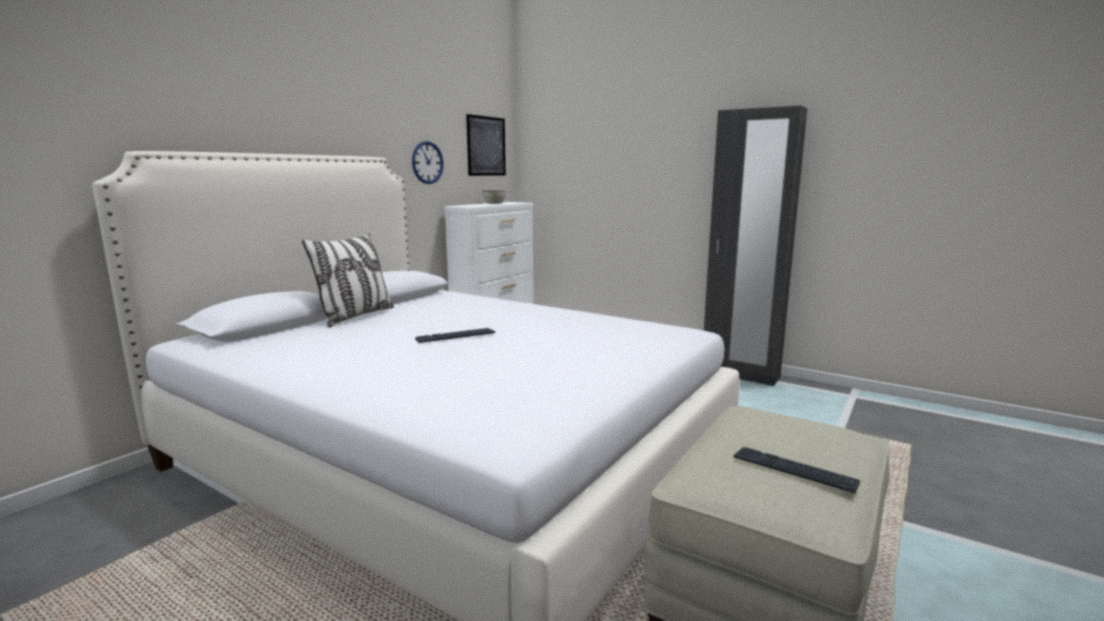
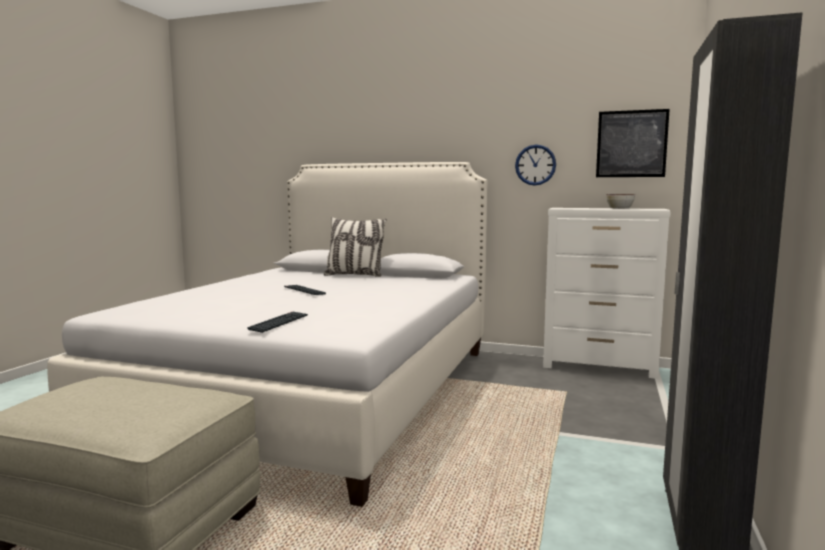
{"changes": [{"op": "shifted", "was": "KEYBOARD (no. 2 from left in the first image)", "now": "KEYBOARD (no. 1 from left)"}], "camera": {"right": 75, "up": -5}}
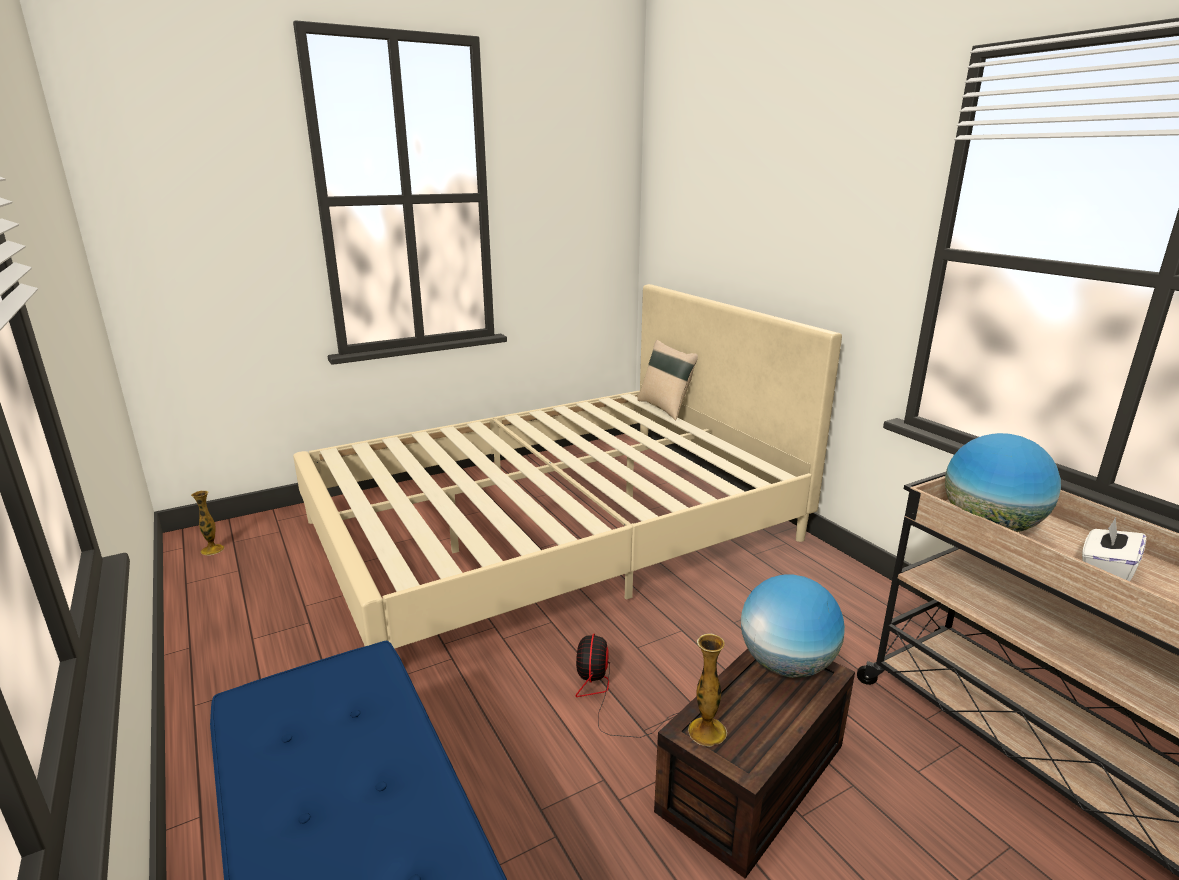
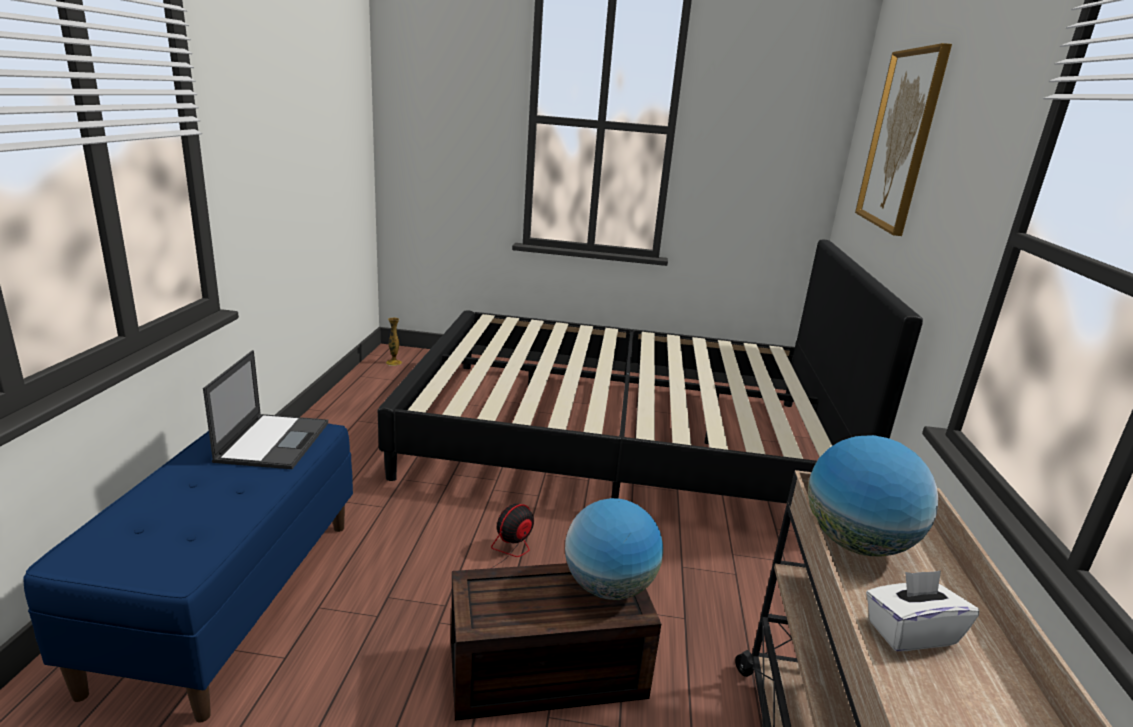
{"changes": [{"op": "repainted", "was": "SAND-COLOURED BED", "now": "BLACKISH BED"}, {"op": "gone", "was": "SAND-COLOURED PILLOW"}, {"op": "gone", "was": "DECORATIVE VASE (no. 2 from left)"}, {"op": "new", "now": "NOTEBOOK COMPUTER"}, {"op": "new", "now": "WALL PICTURE"}], "camera": {"right": 35, "up": 0}}
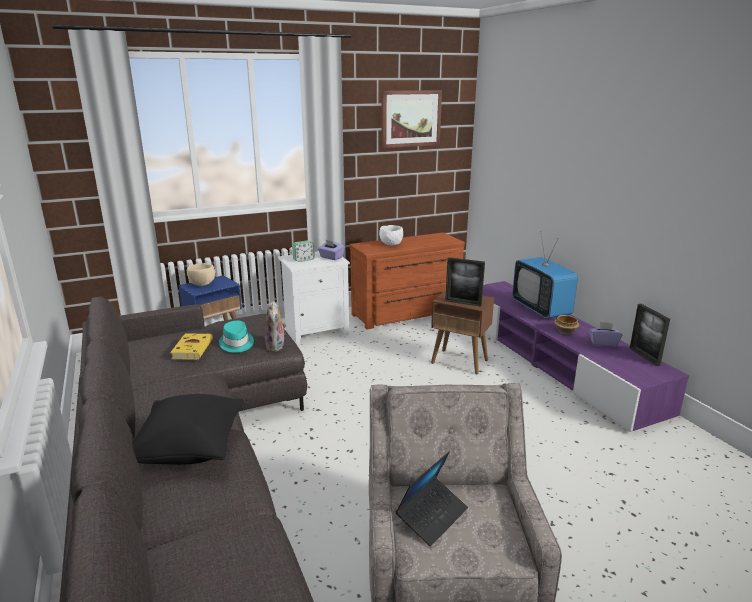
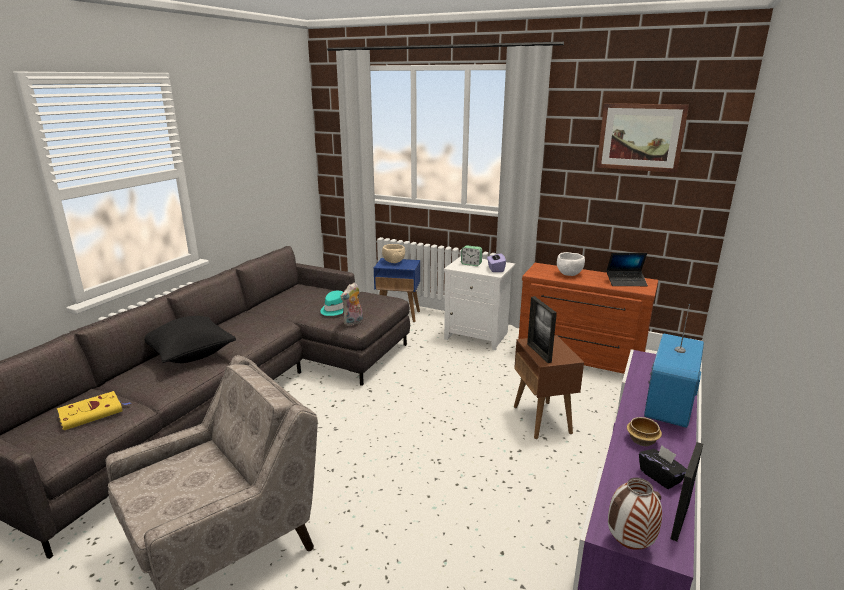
{"changes": [{"op": "shifted", "was": "YELLOW VOLUME"}, {"op": "shifted", "was": "NOTEBOOK COMPUTER"}, {"op": "repainted", "was": "PURPLISH BOX OF TISSUES (no. 2 from left)", "now": "BLACKISH BOX OF TISSUES"}, {"op": "new", "now": "DECORATIVE VASE"}], "camera": {"right": 50, "up": 0}}
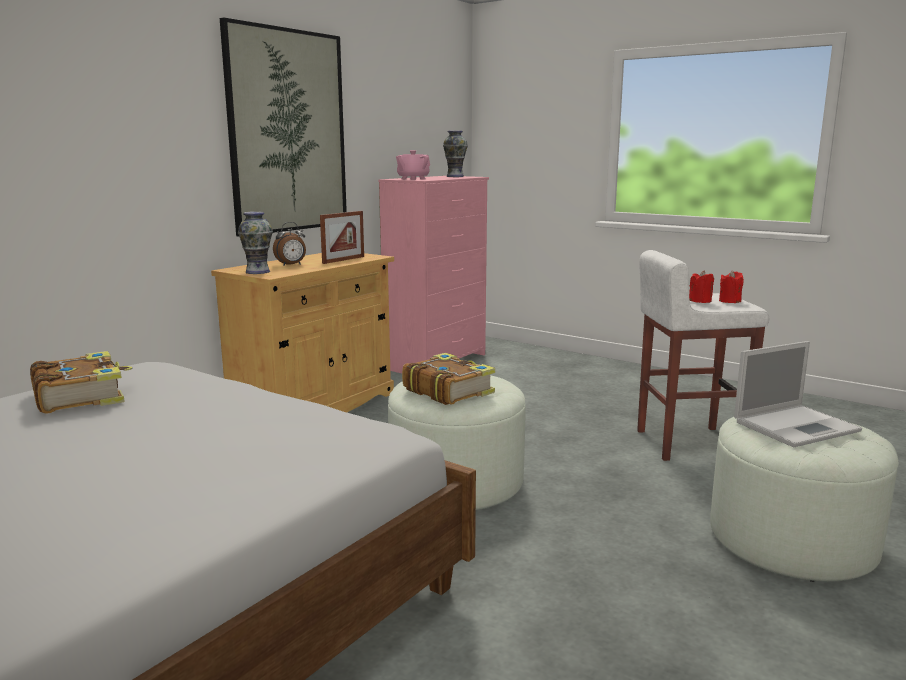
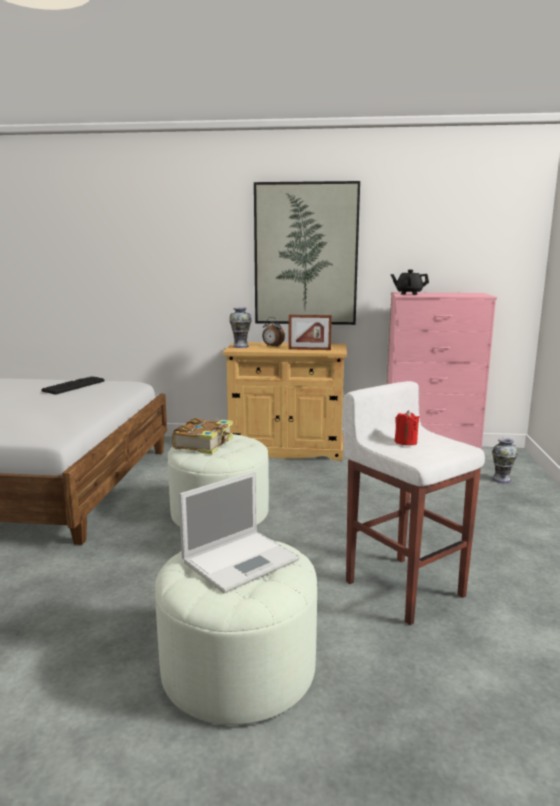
{"changes": [{"op": "swapped", "was": "VOLUME (no. 1 from left)", "now": "KEYBOARD"}, {"op": "repainted", "was": "PINK POT FOR TEA", "now": "BLACKISH POT FOR TEA"}, {"op": "shifted", "was": "DECORATIVE VASE (no. 2 from left)"}, {"op": "gone", "was": "REDDISH CANDLE (no. 2 from left)"}, {"op": "rotated", "was": "NOTEBOOK COMPUTER", "clockwise": -75}], "camera": {"right": 60, "up": 0}}
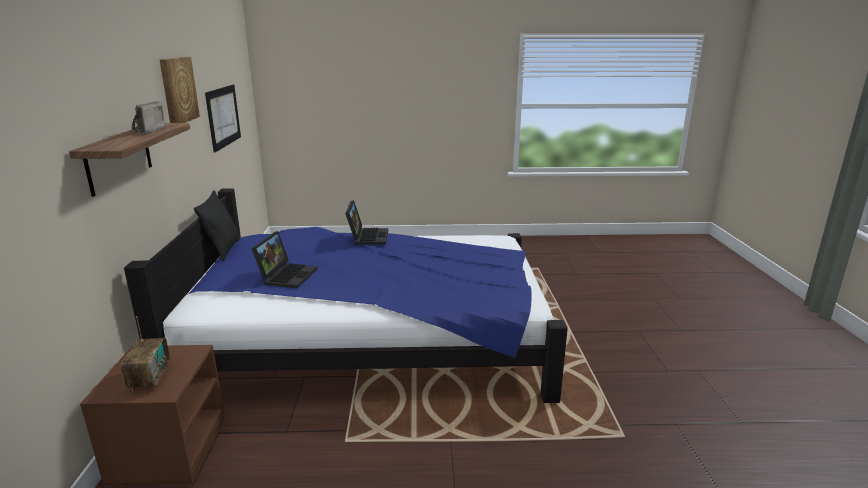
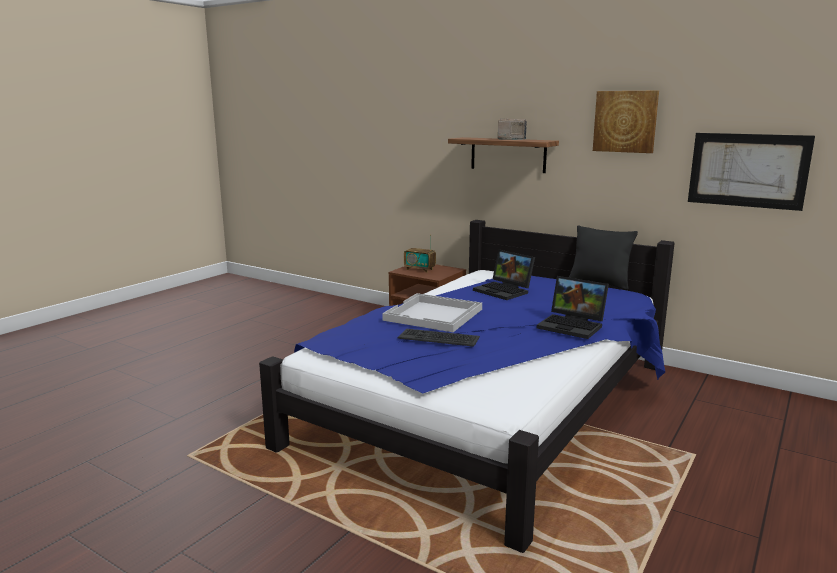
{"changes": [{"op": "new", "now": "WHITISH SERVING TRAY"}, {"op": "new", "now": "KEYBOARD"}], "camera": {"right": 125, "up": -5}}
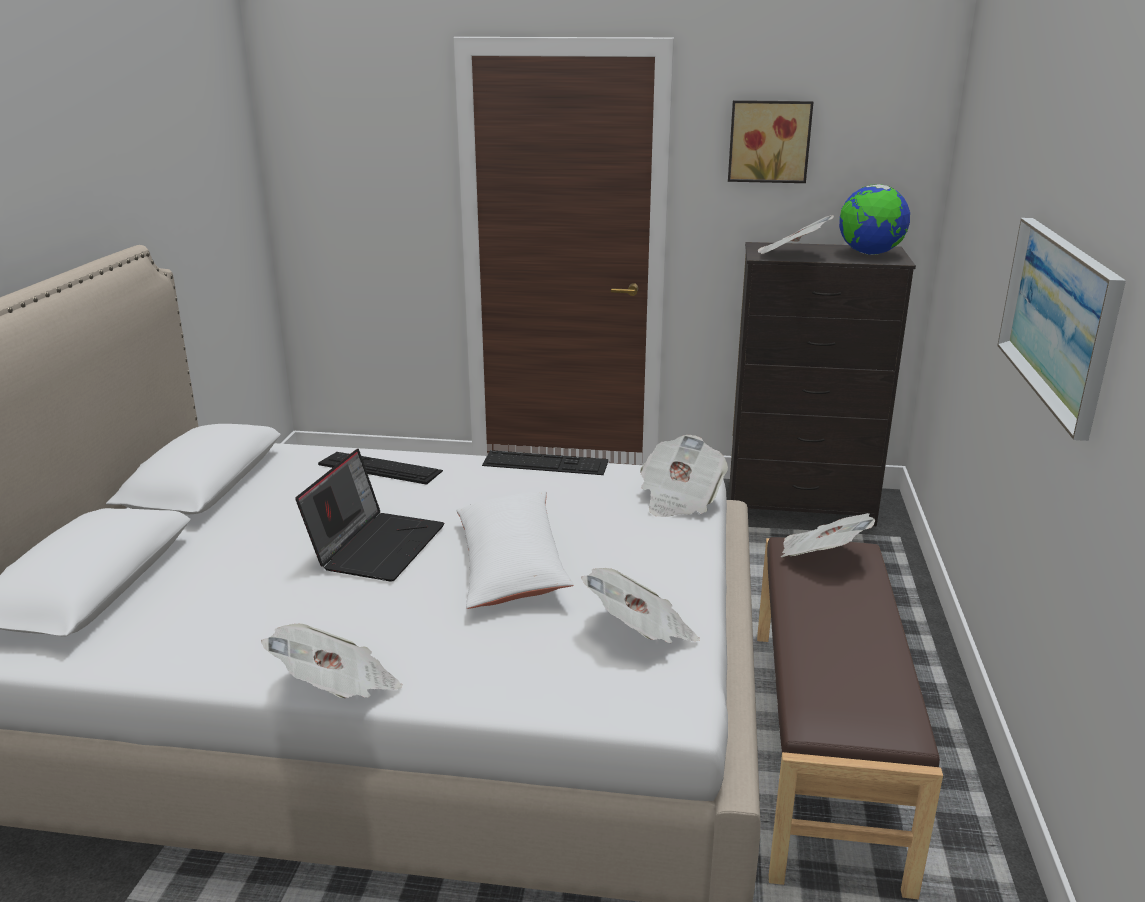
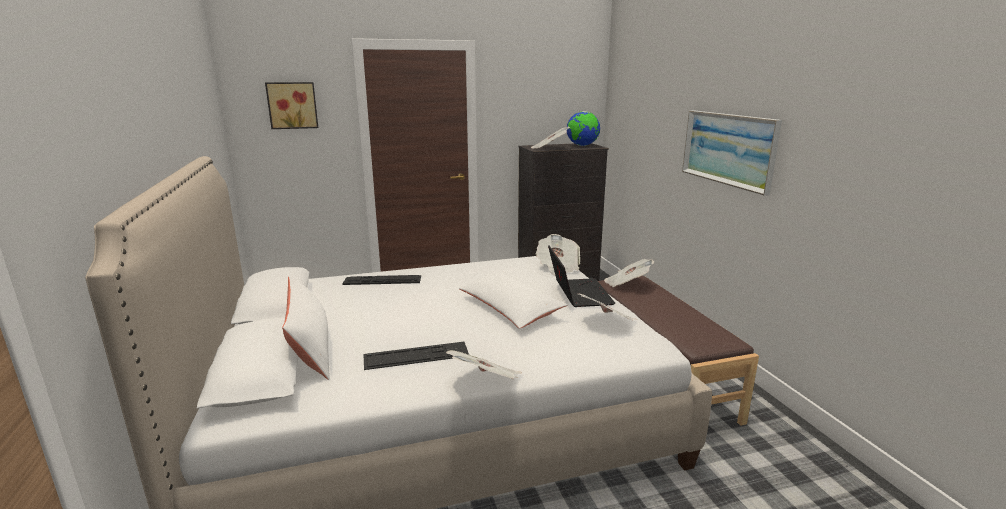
{"changes": [{"op": "shifted", "was": "NOTEBOOK COMPUTER"}, {"op": "shifted", "was": "KEYBOARD (no. 2 from left)"}, {"op": "shifted", "was": "WALL PICTURE (no. 1 from left)"}, {"op": "new", "now": "WHITISH PILLOW (no. 1 from left)"}], "camera": {"right": -25, "up": -5}}
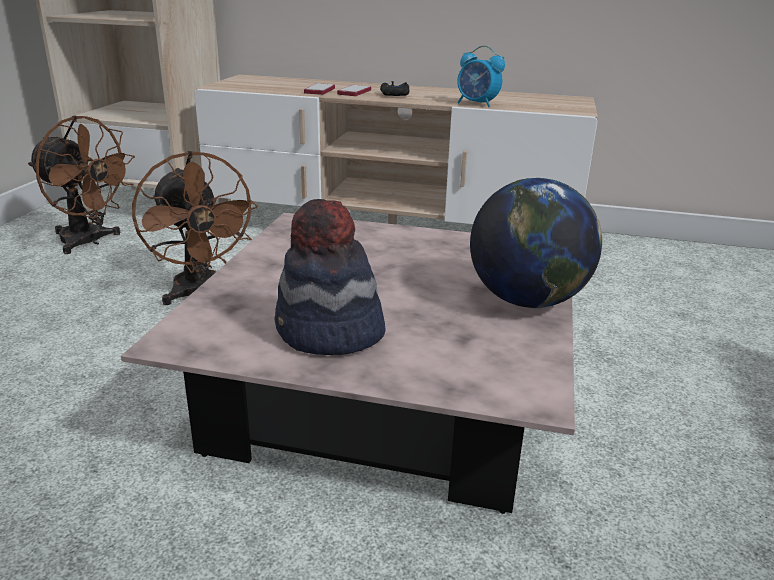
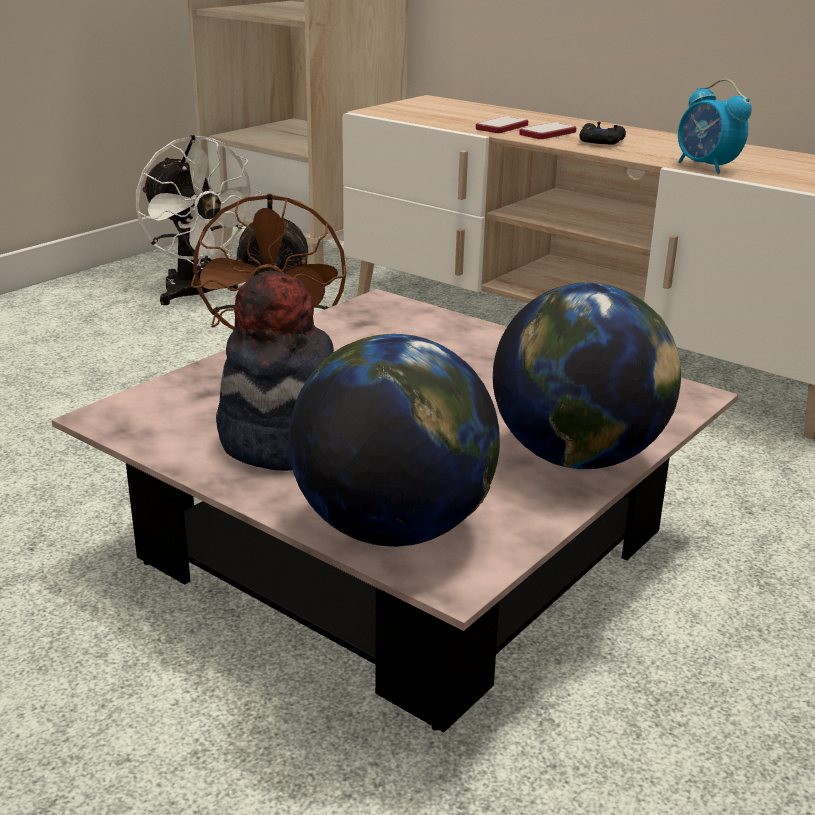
{"changes": [{"op": "repainted", "was": "BROWNISH FAN (no. 1 from left)", "now": "WHITISH FAN"}, {"op": "new", "now": "WORLD GLOBE (no. 1 from left)"}], "camera": {"right": 25, "up": 0}}
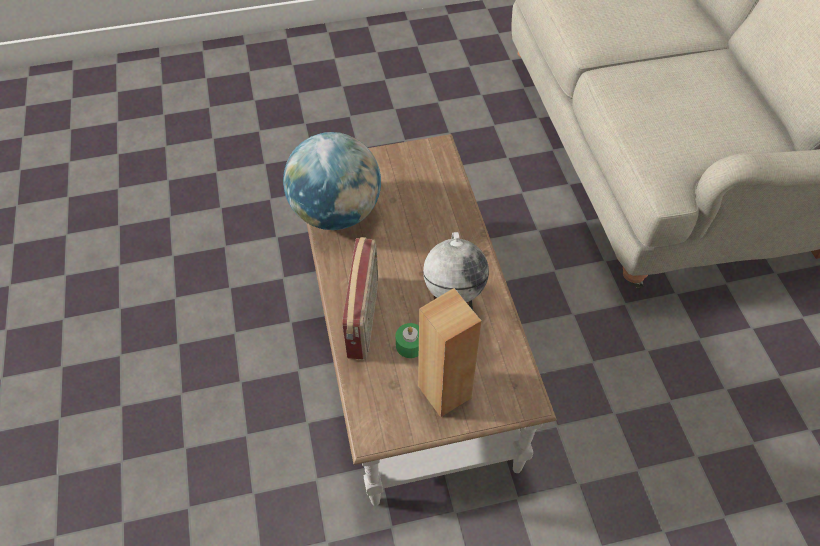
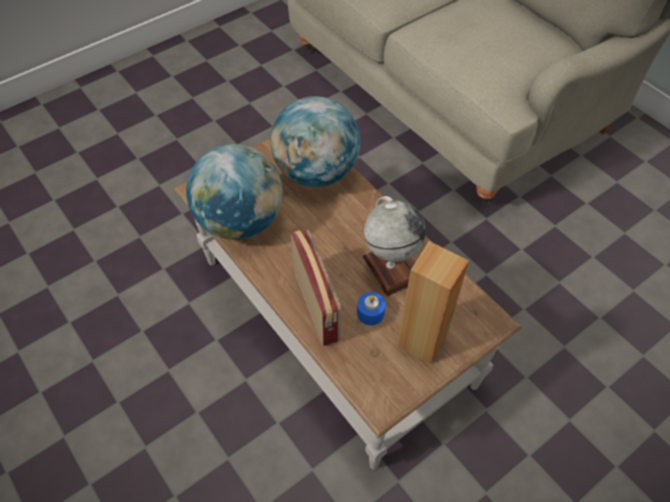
{"changes": [{"op": "repainted", "was": "GREEN-COLOURED CANDLE", "now": "BLUE-COLOURED CANDLE"}, {"op": "new", "now": "WORLD GLOBE (no. 2 from left)"}], "camera": {"right": -25, "up": 0}}
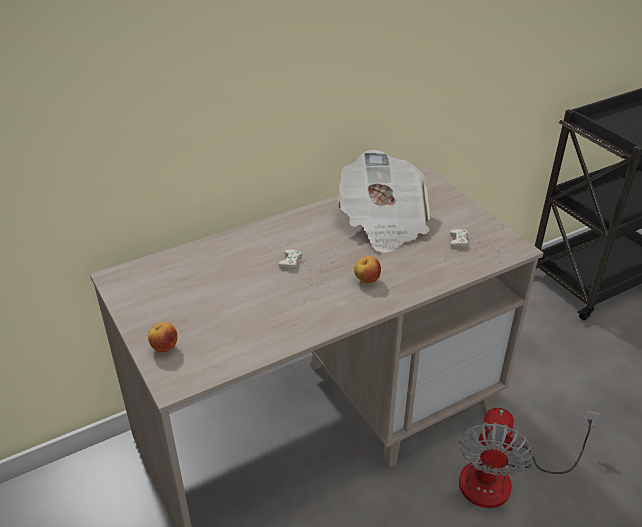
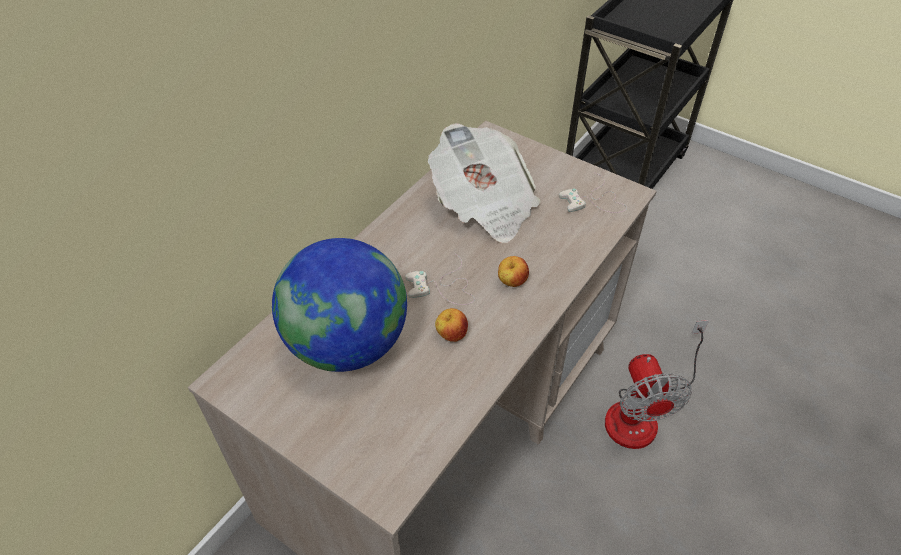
{"changes": [{"op": "shifted", "was": "APPLE FRUIT (no. 1 from left)"}, {"op": "new", "now": "WORLD GLOBE"}], "camera": {"right": -25, "up": 10}}
